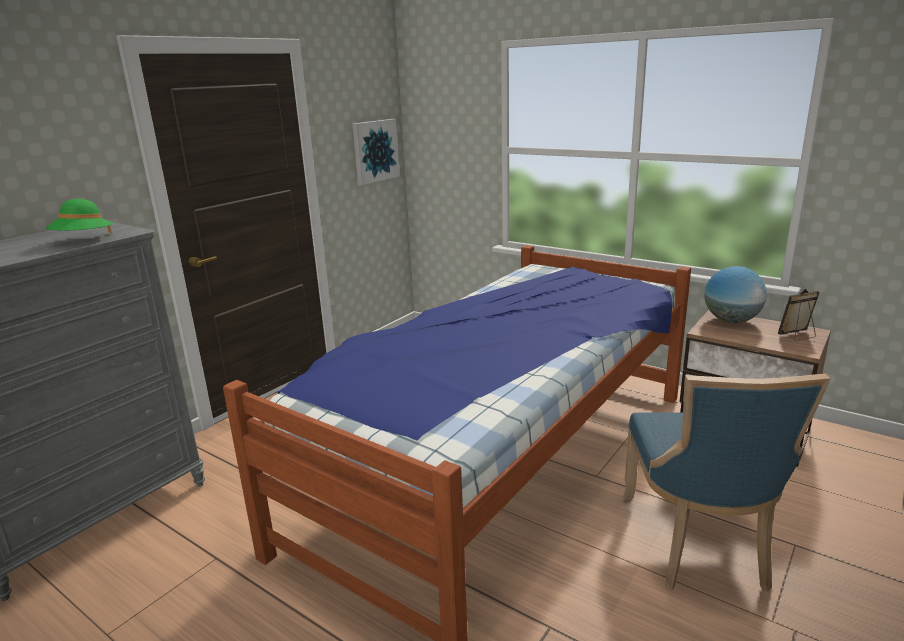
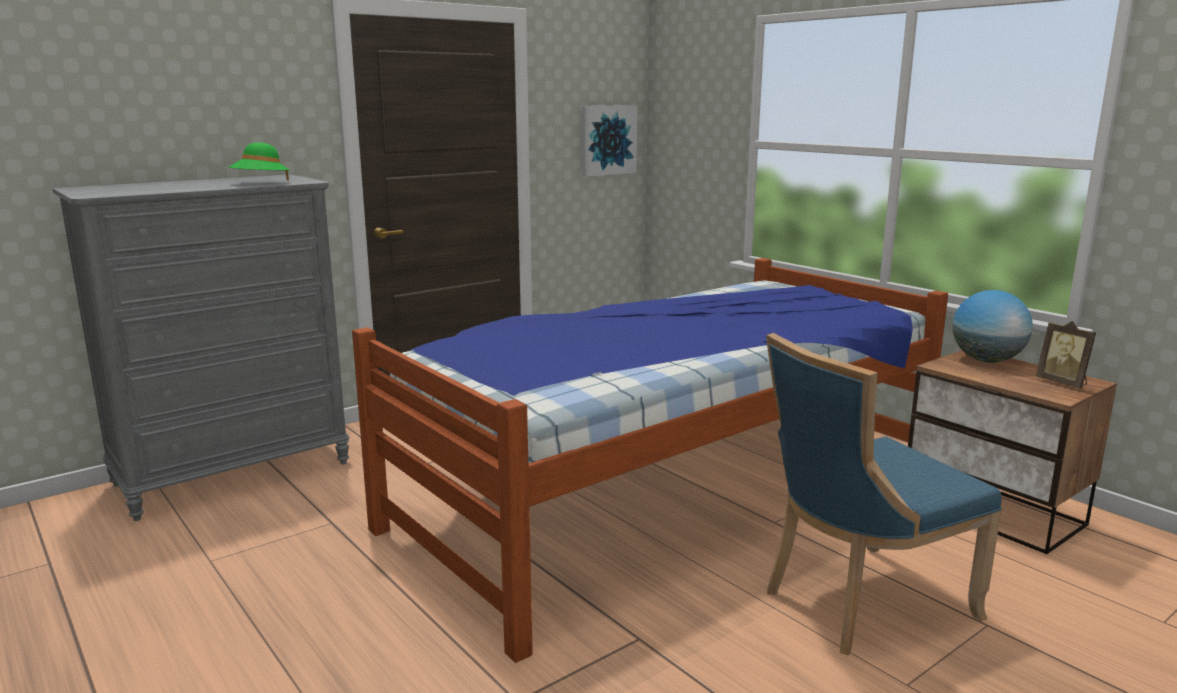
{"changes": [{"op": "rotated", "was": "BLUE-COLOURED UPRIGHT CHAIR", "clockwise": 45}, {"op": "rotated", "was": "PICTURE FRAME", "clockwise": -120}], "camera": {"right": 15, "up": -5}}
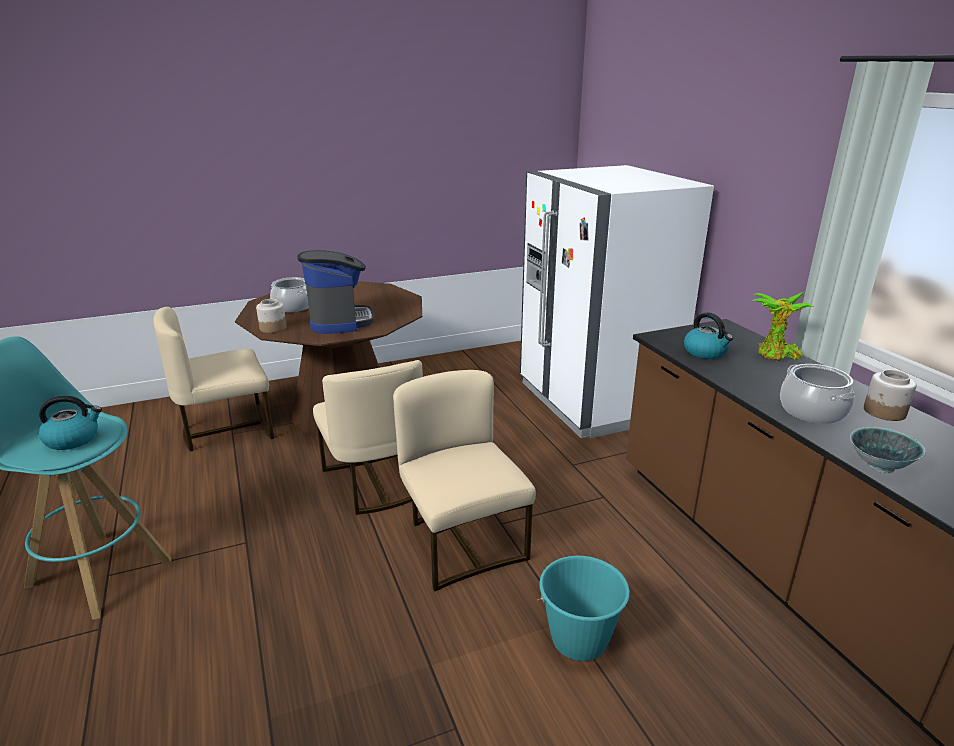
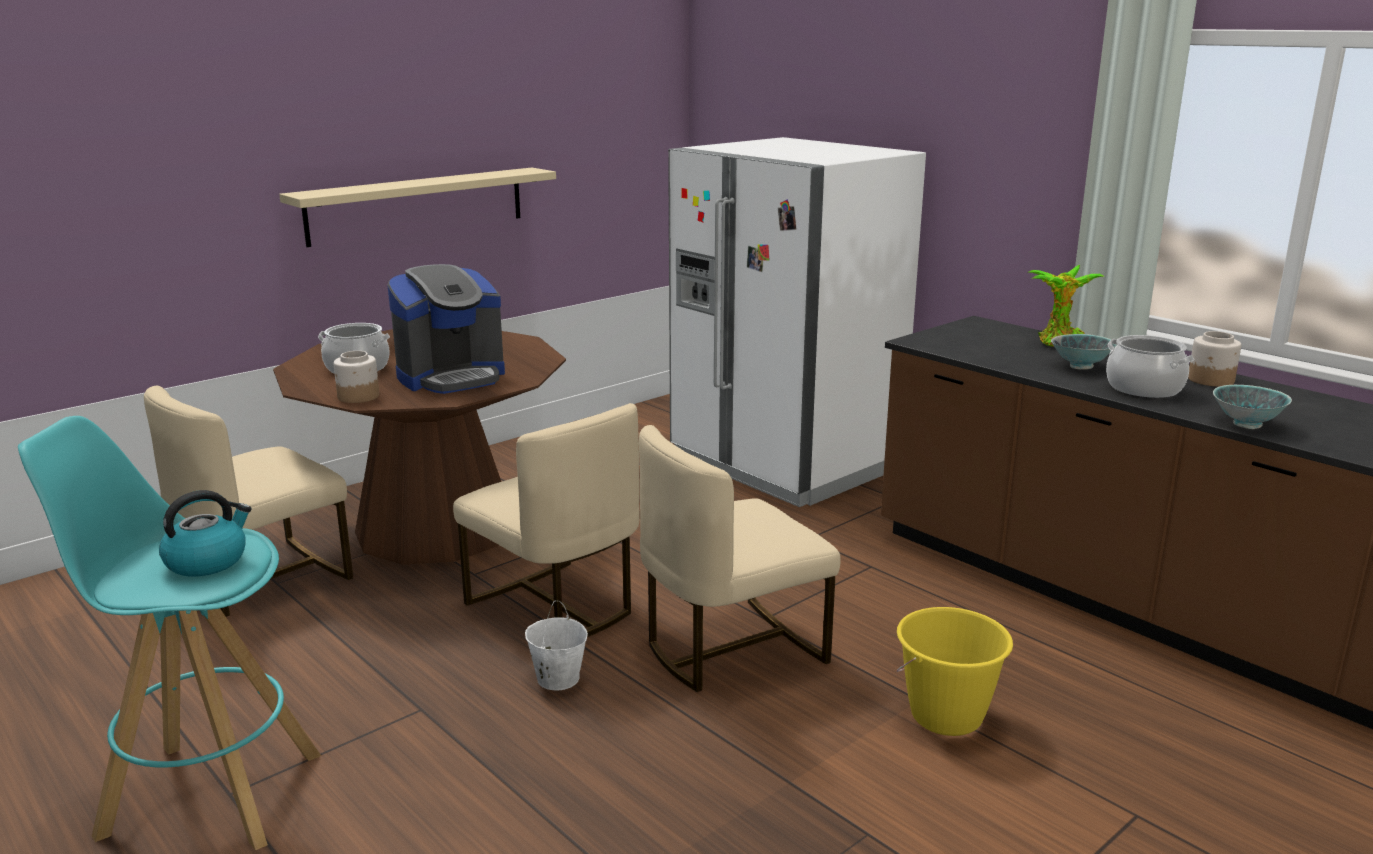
{"changes": [{"op": "rotated", "was": "COFFEE BREWER", "clockwise": 90}, {"op": "rotated", "was": "SAND-COLOURED UPRIGHT CHAIR (no. 3 from left)", "clockwise": -75}, {"op": "repainted", "was": "TURQUOISE WATER BUCKET", "now": "YELLOW WATER BUCKET"}, {"op": "gone", "was": "KETTLE (no. 2 from left)"}, {"op": "new", "now": "SAND-COLOURED BRACKET SHELF"}, {"op": "new", "now": "WHITISH WATER BUCKET"}, {"op": "new", "now": "BOWL (no. 1 from left)"}], "camera": {"right": -20, "up": -5}}
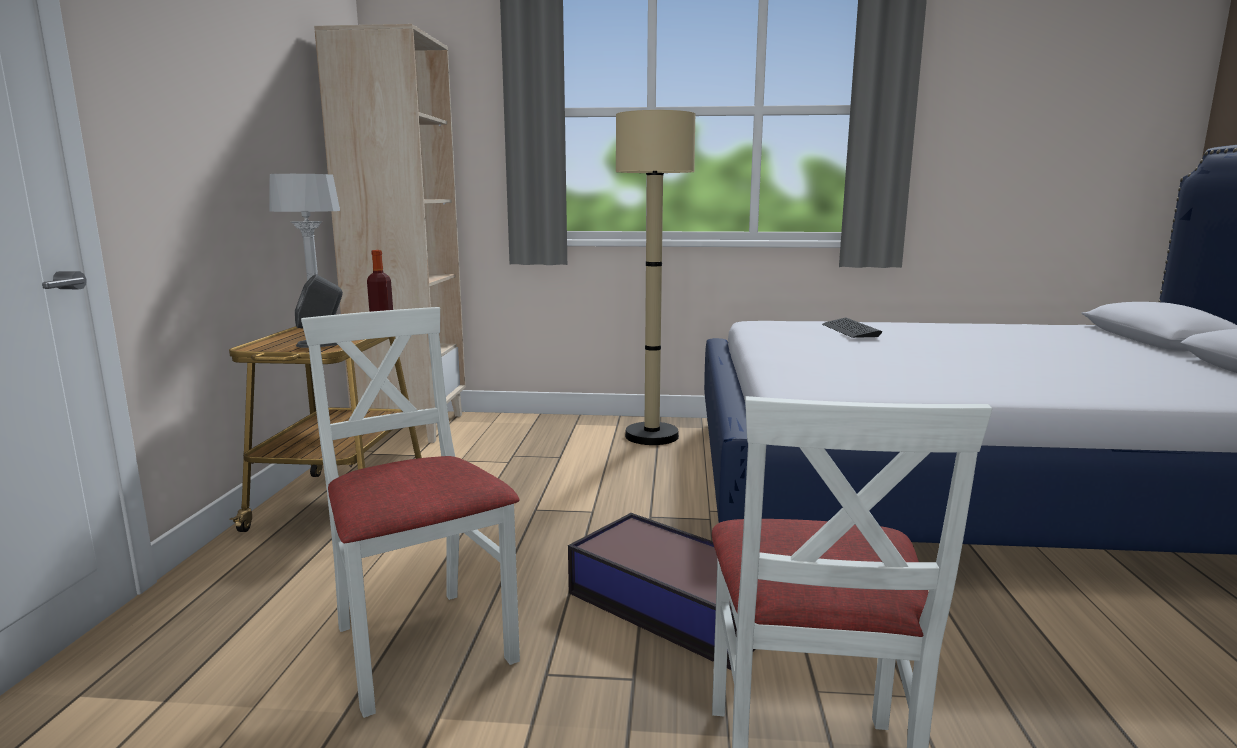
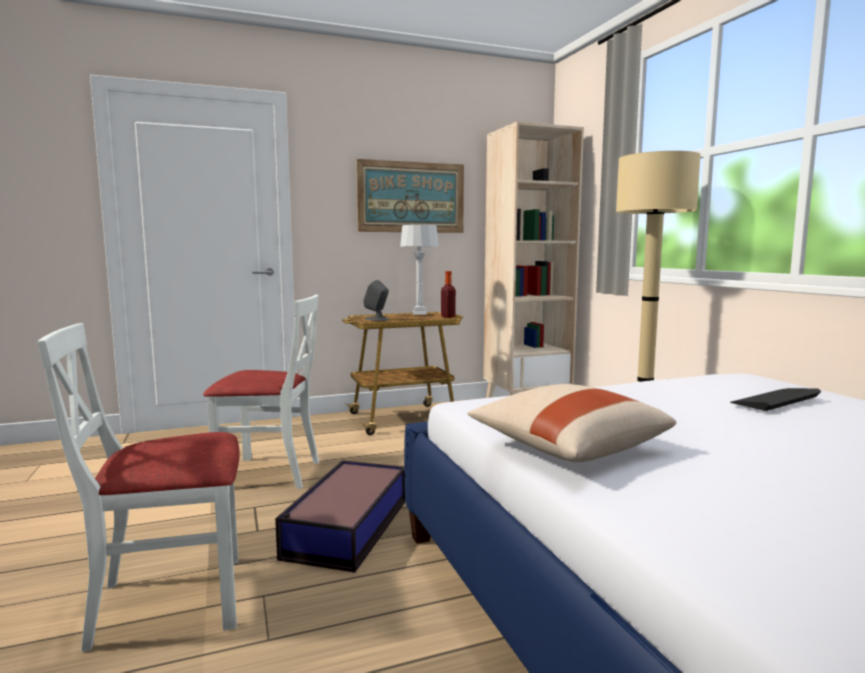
{"changes": [{"op": "rotated", "was": "WHITISH UPRIGHT CHAIR (no. 1 from left in the first image)", "clockwise": 60}, {"op": "new", "now": "WALL PICTURE"}, {"op": "new", "now": "SAND-COLOURED PILLOW"}], "camera": {"right": 65, "up": -5}}
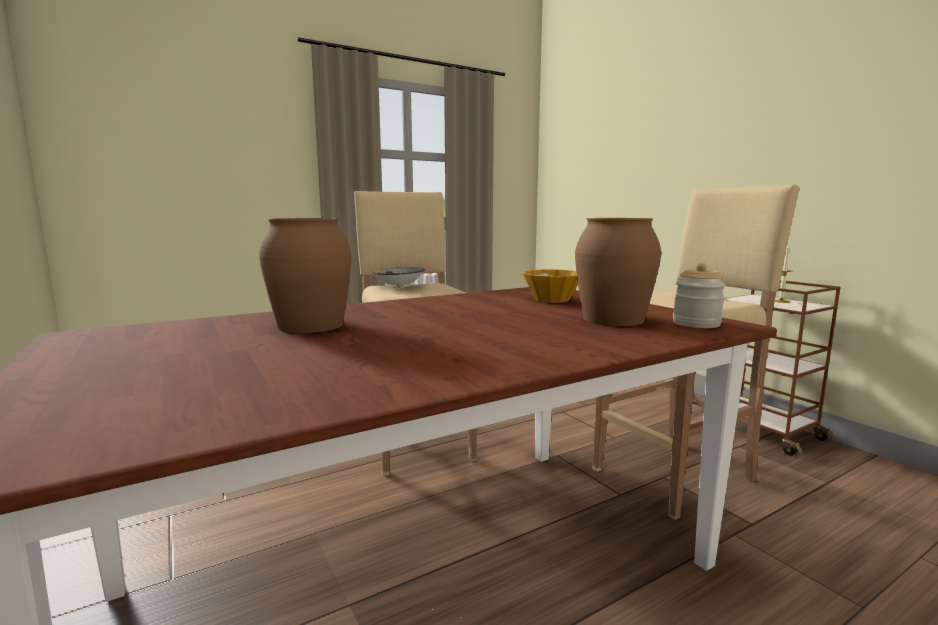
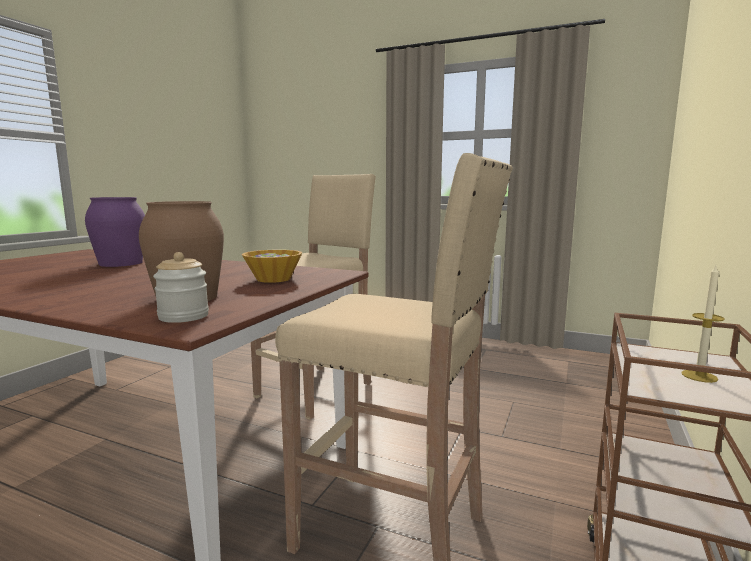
{"changes": [{"op": "repainted", "was": "BROWNISH DECORATIVE VASE (no. 1 from left)", "now": "PURPLISH DECORATIVE VASE"}, {"op": "gone", "was": "BOWL (no. 1 from left)"}], "camera": {"right": 55, "up": 0}}
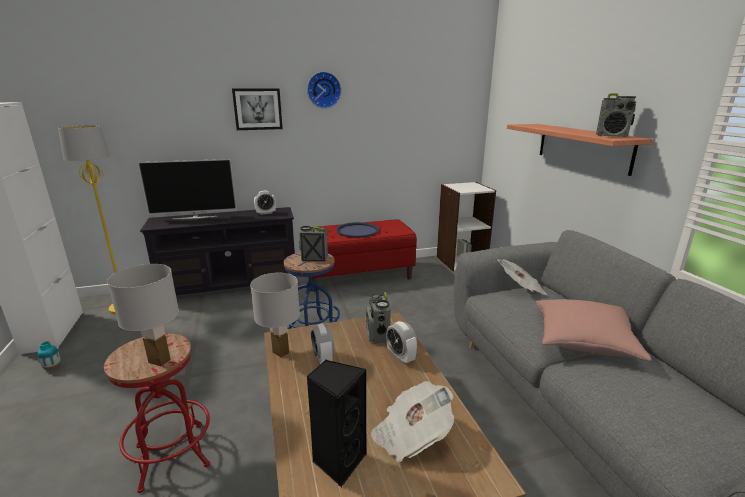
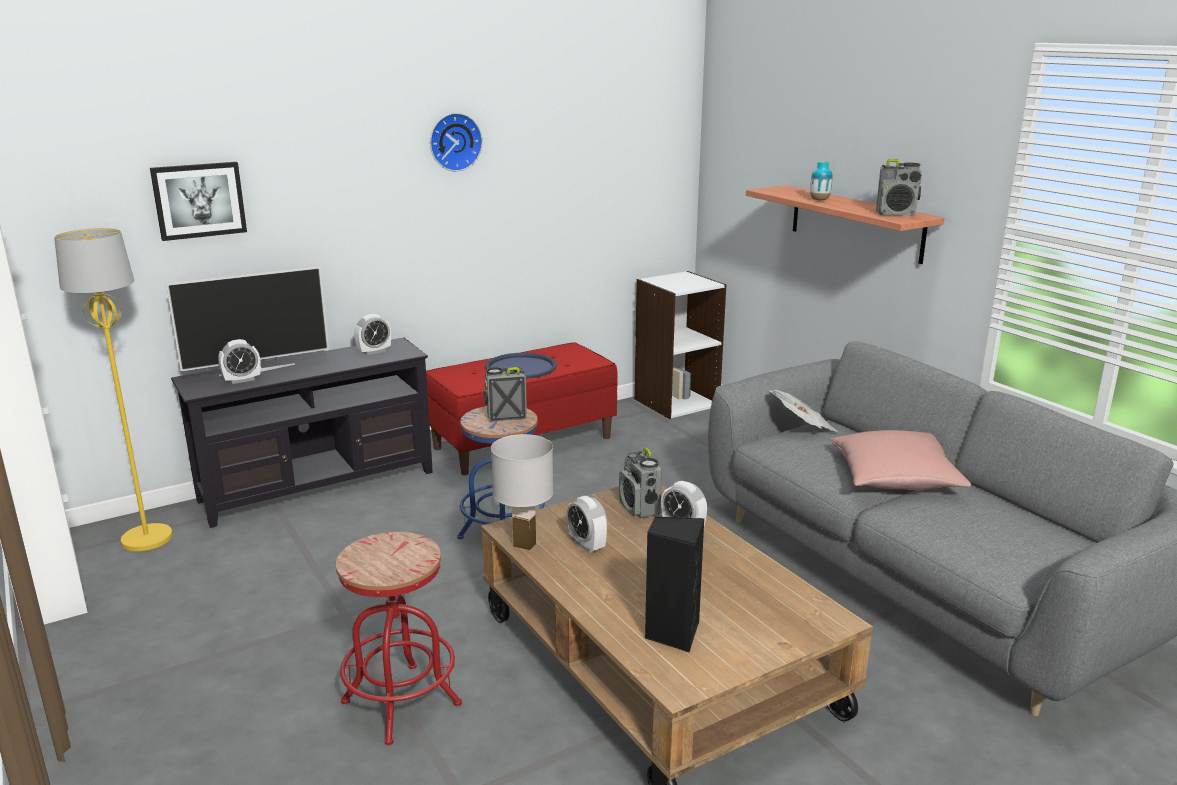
{"changes": [{"op": "shifted", "was": "DECORATIVE VASE"}, {"op": "gone", "was": "WHITISH LAMP FOR A TABLE (no. 1 from left)"}, {"op": "shifted", "was": "WALL PICTURE"}, {"op": "gone", "was": "PRINTED PAPER (no. 1 from left)"}, {"op": "new", "now": "ALARM CLOCK (no. 1 from left)"}], "camera": {"right": -15, "up": 0}}
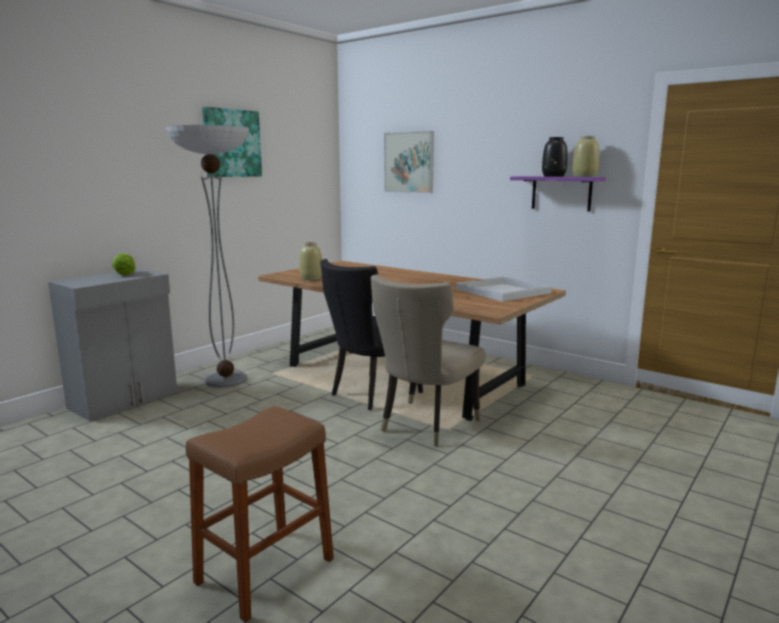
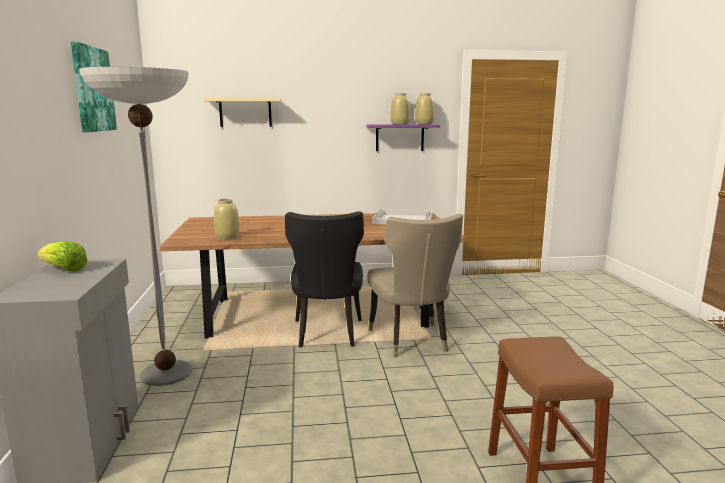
{"changes": [{"op": "swapped", "was": "WALL PICTURE (no. 2 from left)", "now": "SAND-COLOURED BRACKET SHELF"}, {"op": "repainted", "was": "BLACKISH DECORATIVE VASE", "now": "SAND-COLOURED DECORATIVE VASE (no. 2 from left)"}], "camera": {"right": -45, "up": 0}}
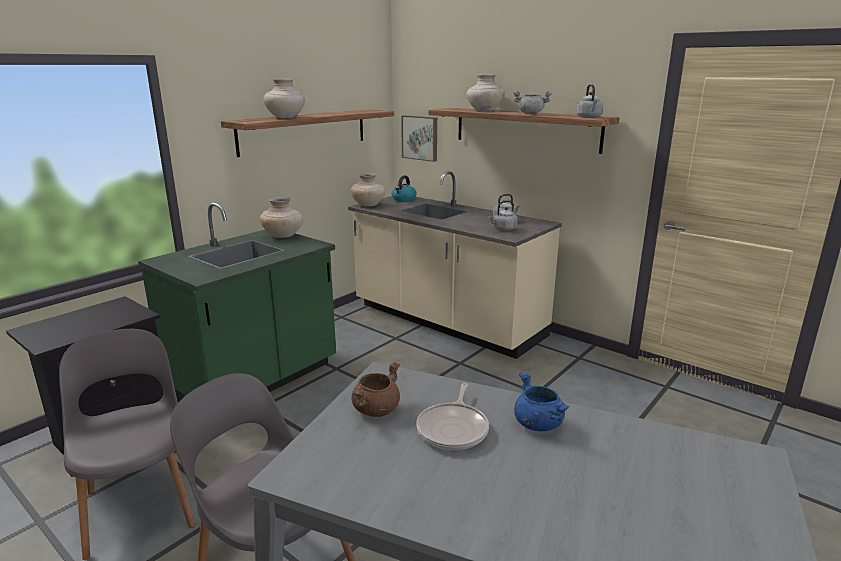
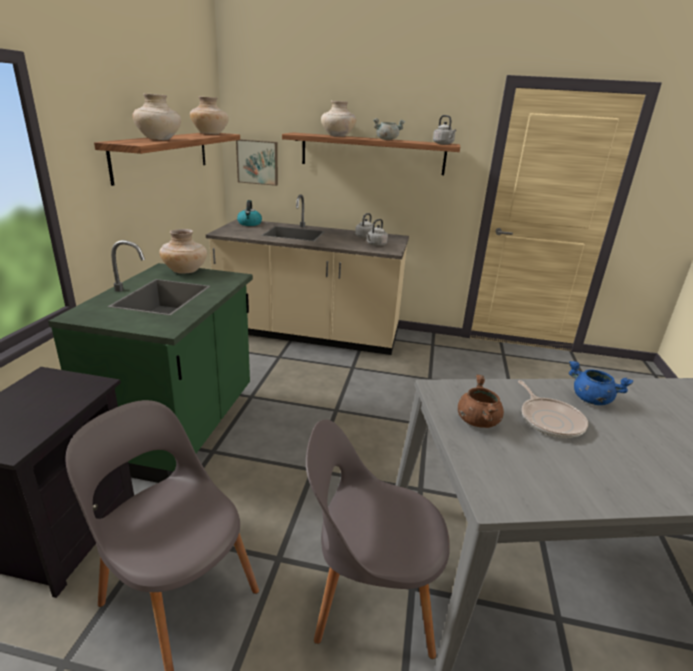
{"changes": [{"op": "shifted", "was": "SAND-COLOURED DECORATIVE VASE (no. 3 from left)"}], "camera": {"right": -30, "up": 5}}
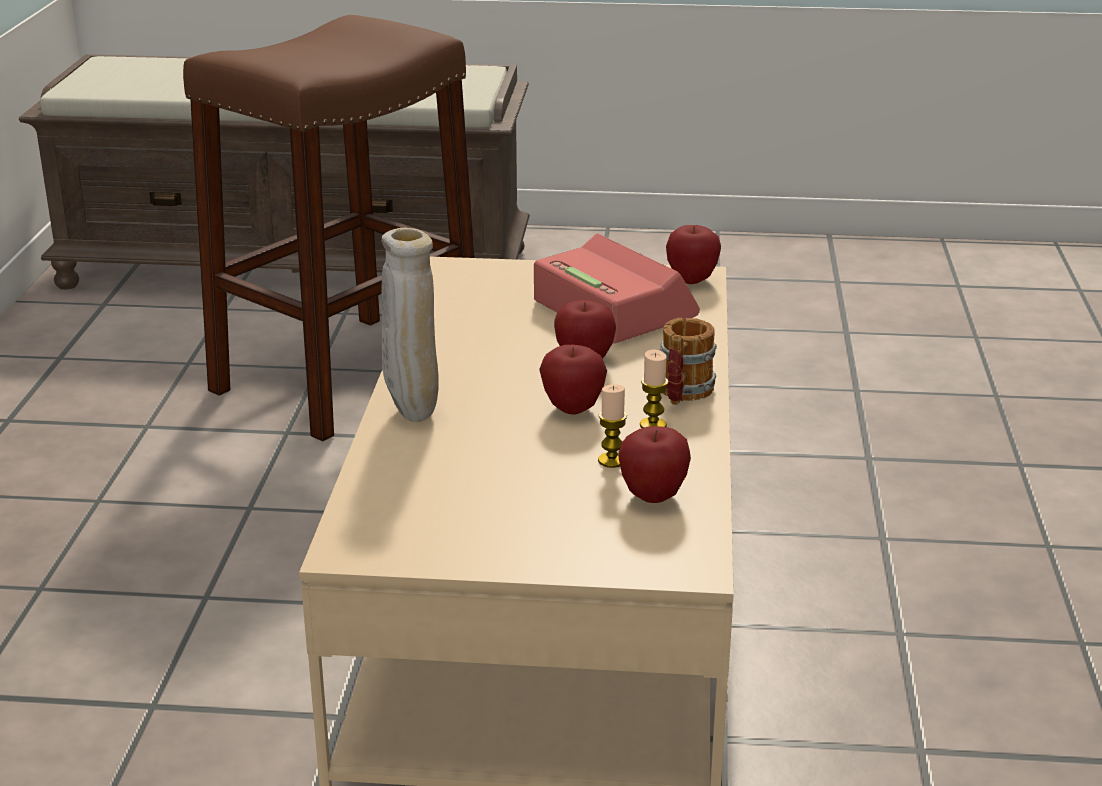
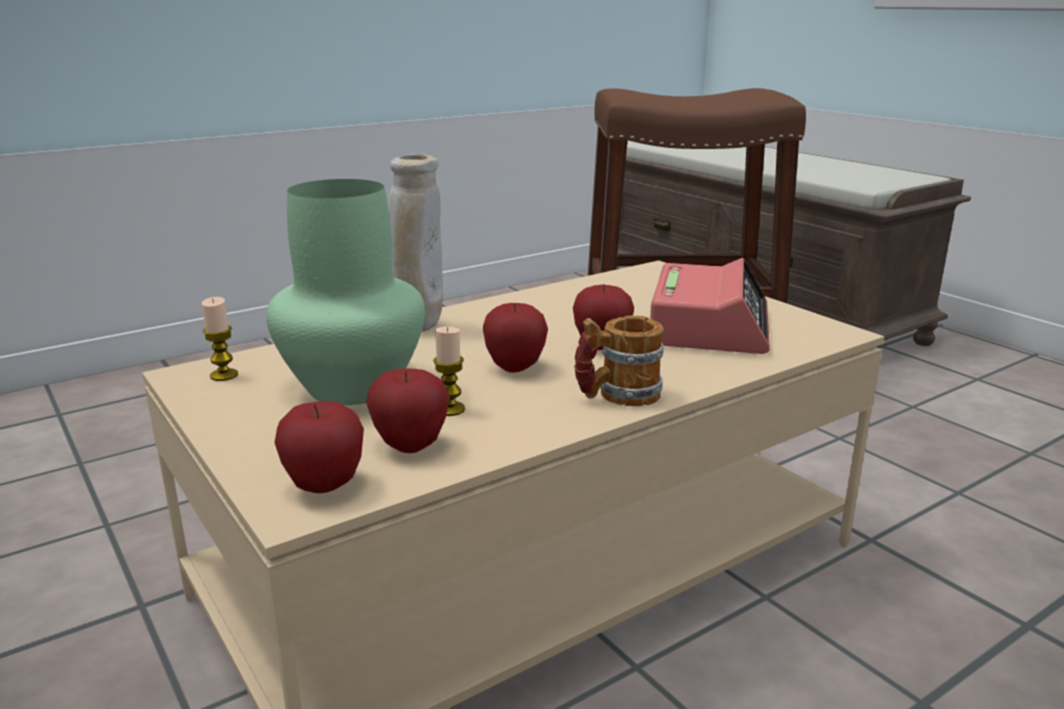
{"changes": [{"op": "shifted", "was": "CANDLE (no. 2 from left in the first image)", "now": "CANDLE (no. 1 from left)"}, {"op": "shifted", "was": "APPLE FRUIT (no. 4 from left in the first image)", "now": "APPLE FRUIT (no. 1 from left)"}, {"op": "new", "now": "GREEN-COLOURED DECORATIVE VASE"}], "camera": {"right": 50, "up": -5}}
